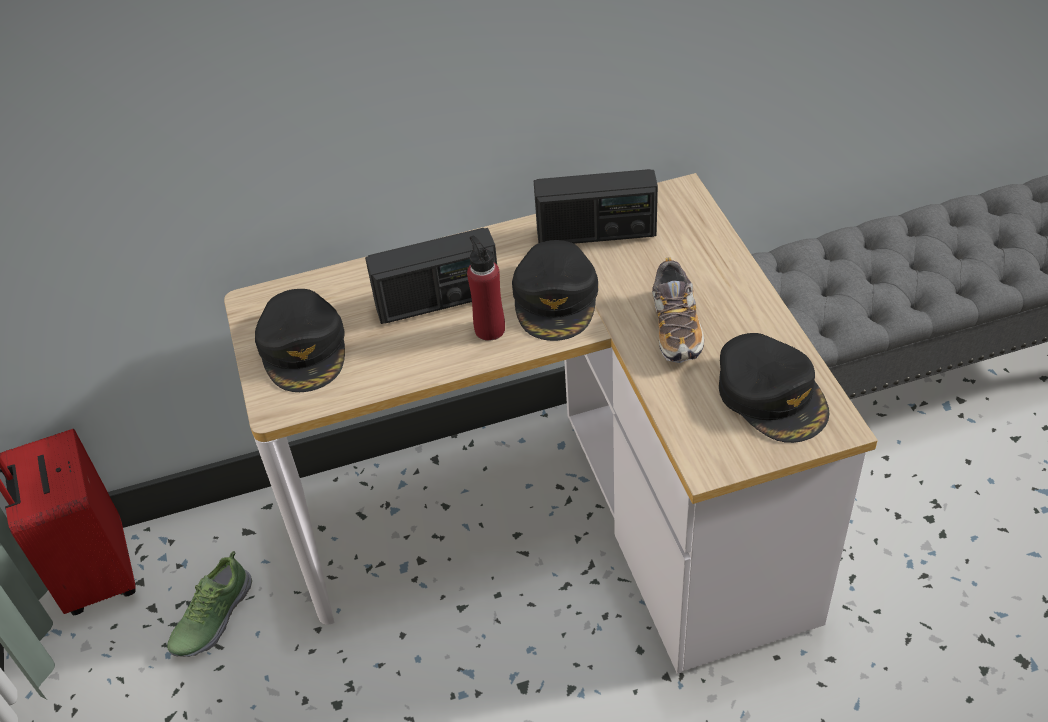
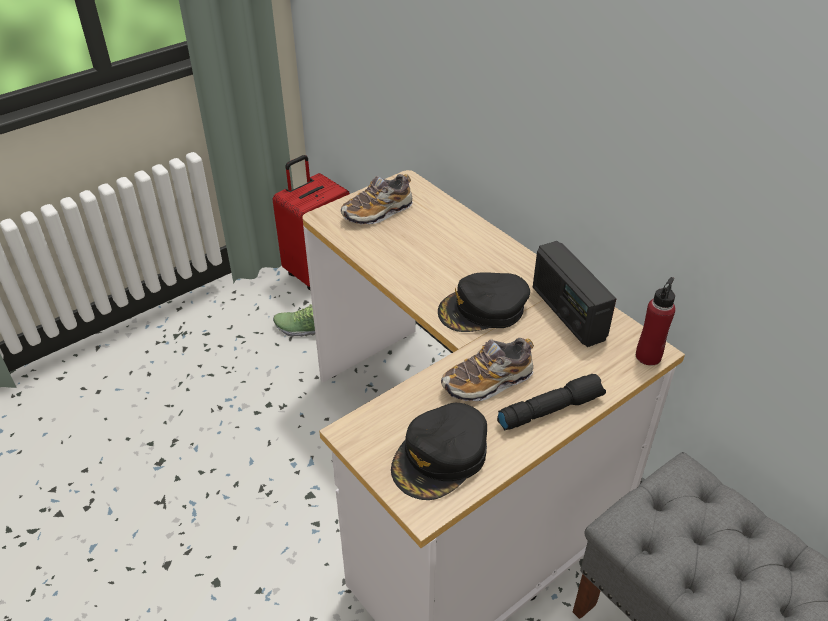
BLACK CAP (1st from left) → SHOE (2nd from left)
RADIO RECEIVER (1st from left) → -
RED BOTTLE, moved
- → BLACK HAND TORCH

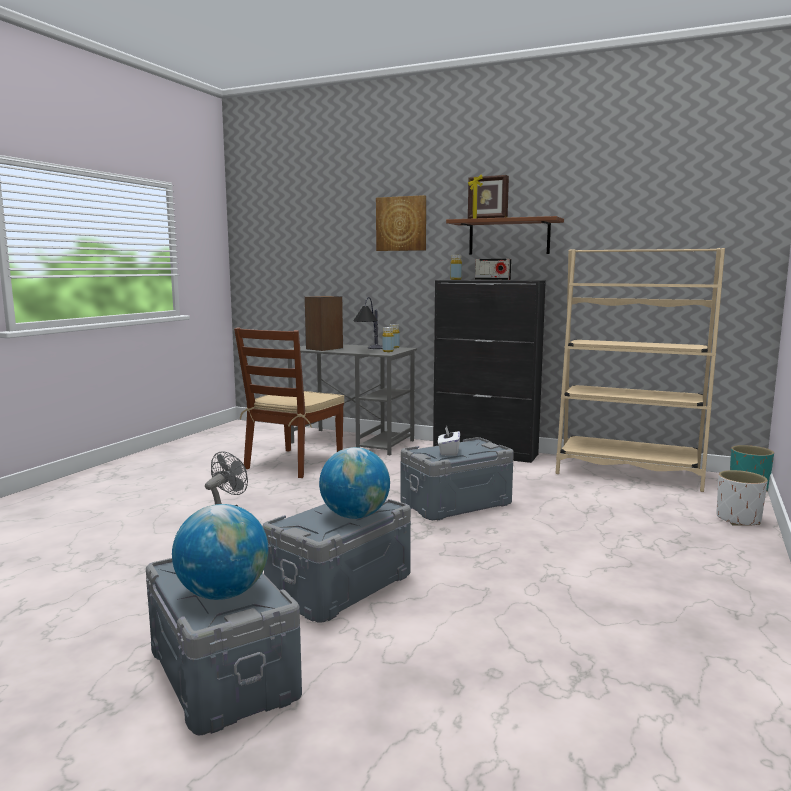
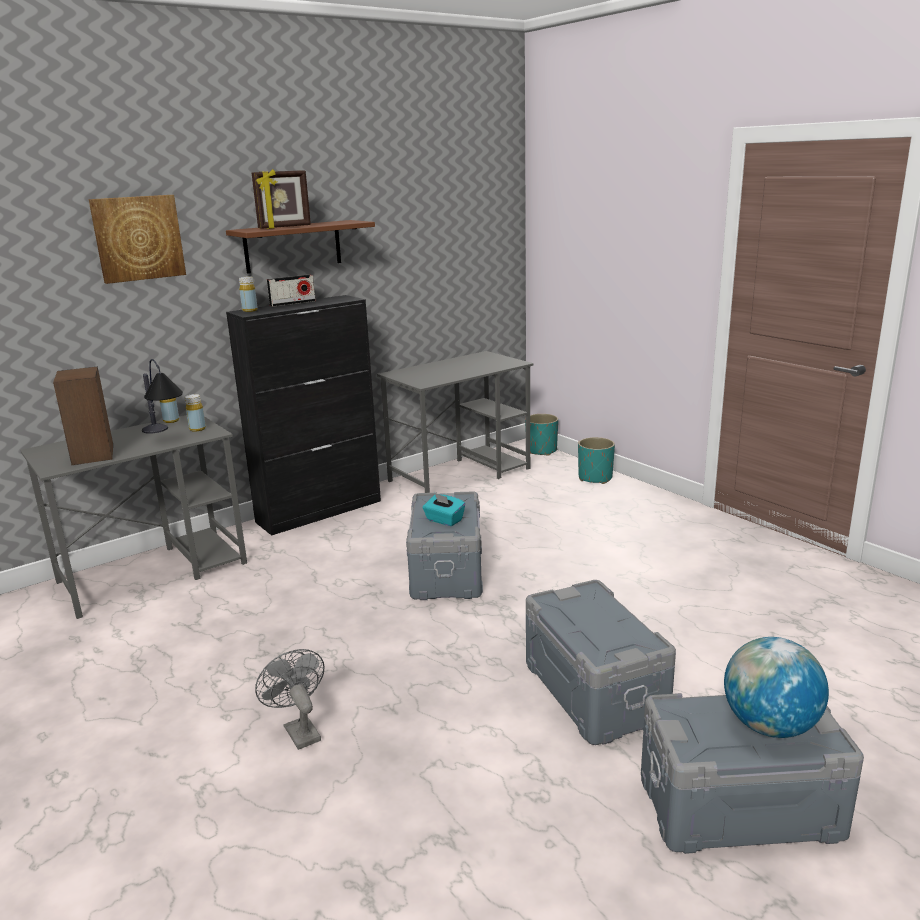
BROWN PLAIN CHAIR → -
WORLD GLOBE (2nd from left) → -
WHITE-COLOURED TISSUE HOLDER → BLUE-GREEN TISSUE HOLDER
BEIGE SHELVING UNIT → GREY DESK UNIT (2nd from left)
WHITE-COLOURED PLANTER → BLUE-GREEN PLANTER (2nd from left)

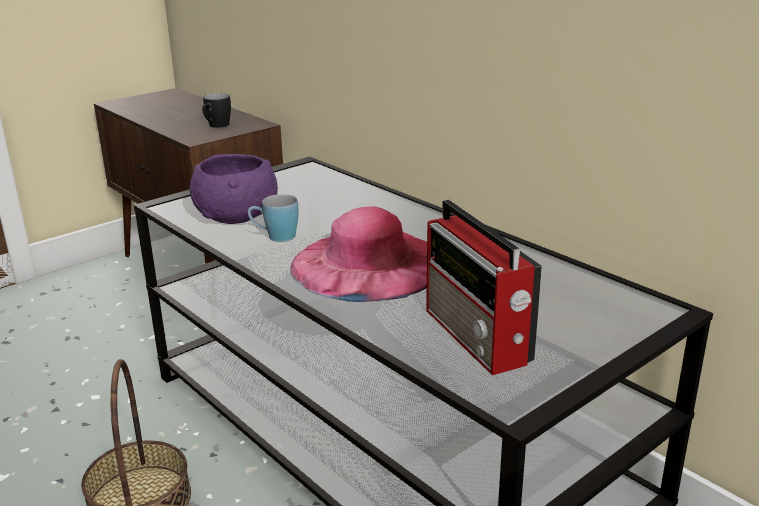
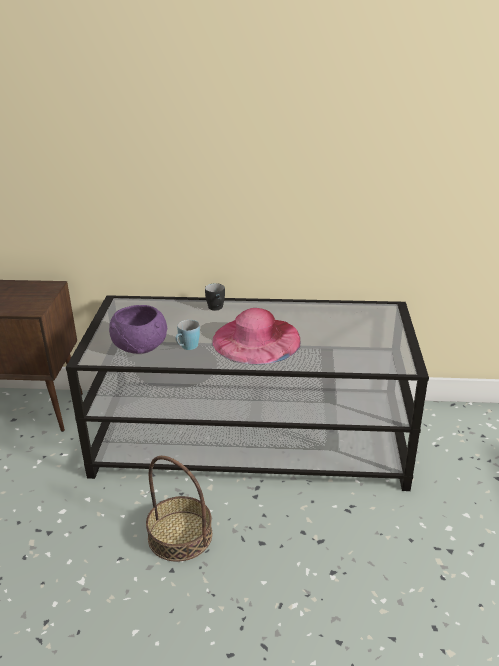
BLACK TEA MUG, moved
RADIO RECEIVER → -

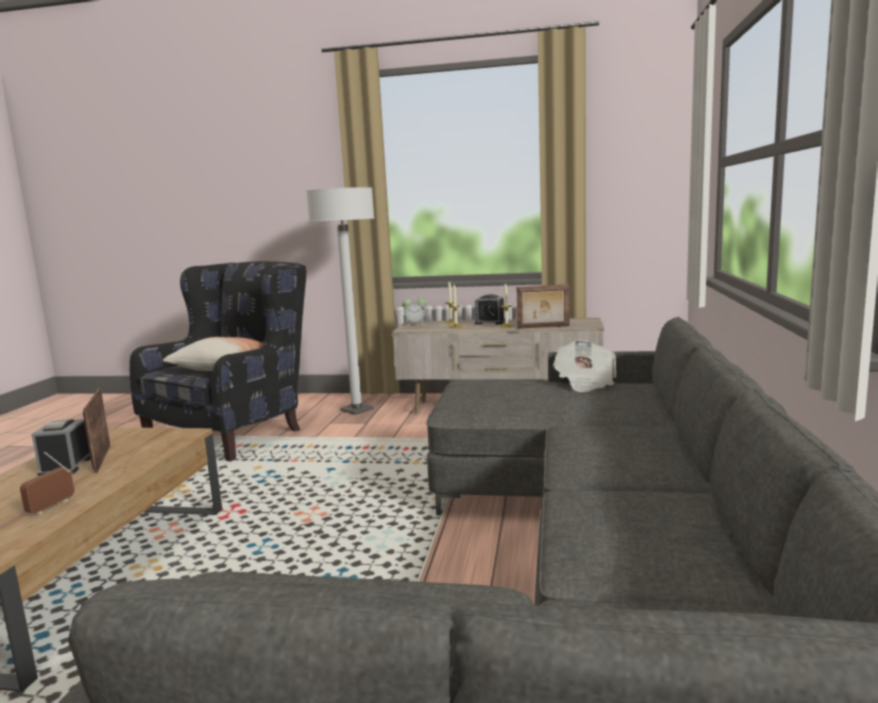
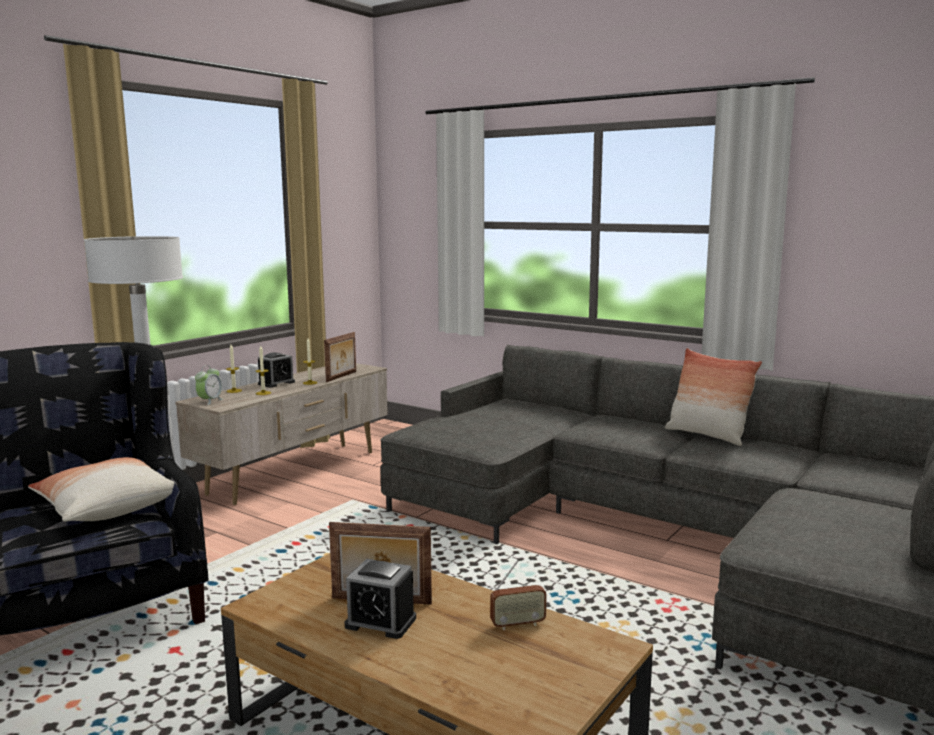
RADIO RECEIVER, 60 degrees counterclockwise
DAILY PAPER → -
- → PILLOW (2nd from left)

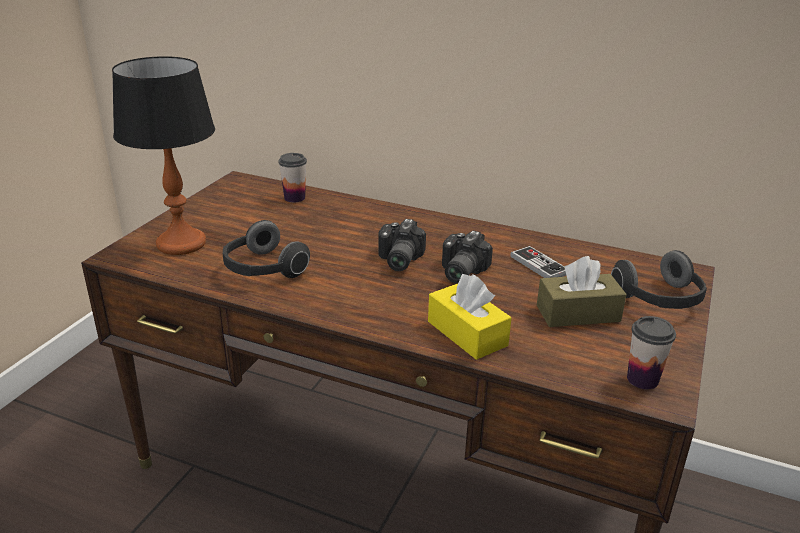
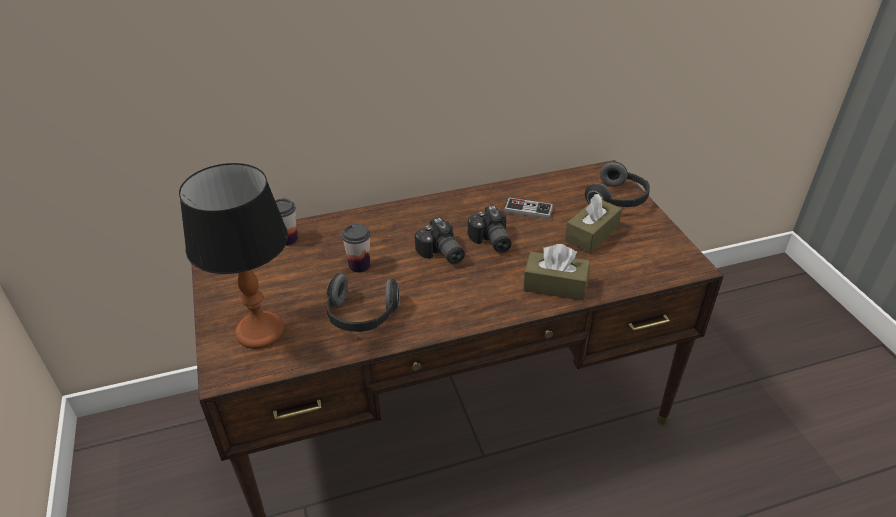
YELLOW-COLOURED TISSUE HOLDER → BROWN TISSUE HOLDER (1st from left)
SMALL CUP (2nd from left), moved

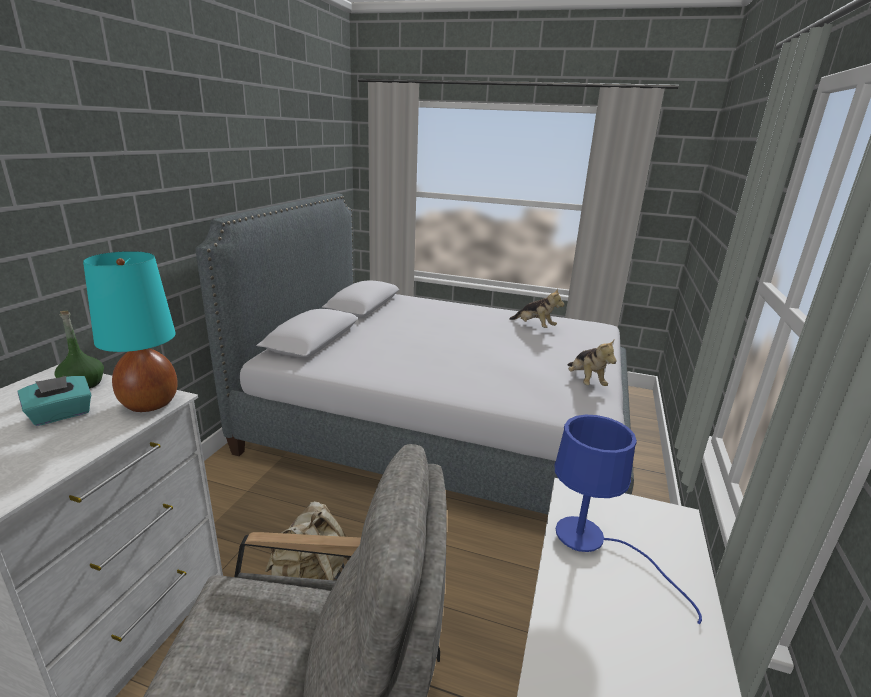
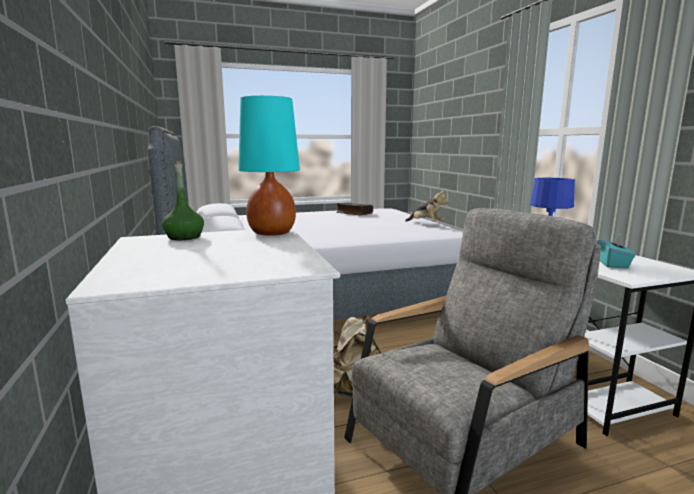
BLUE-GREEN TISSUE HOLDER, moved
CUDDLY TOY (1st from left) → BOOK

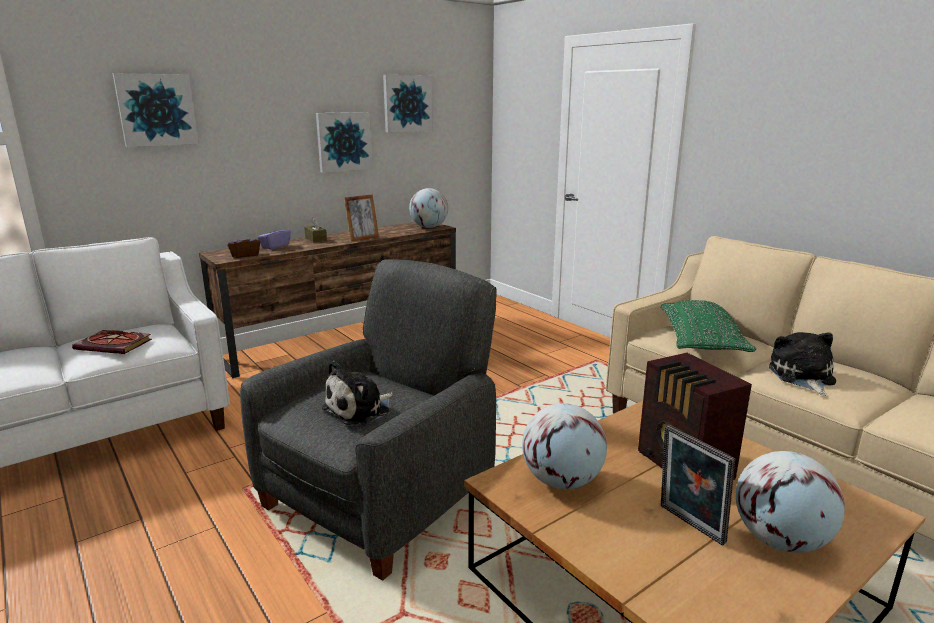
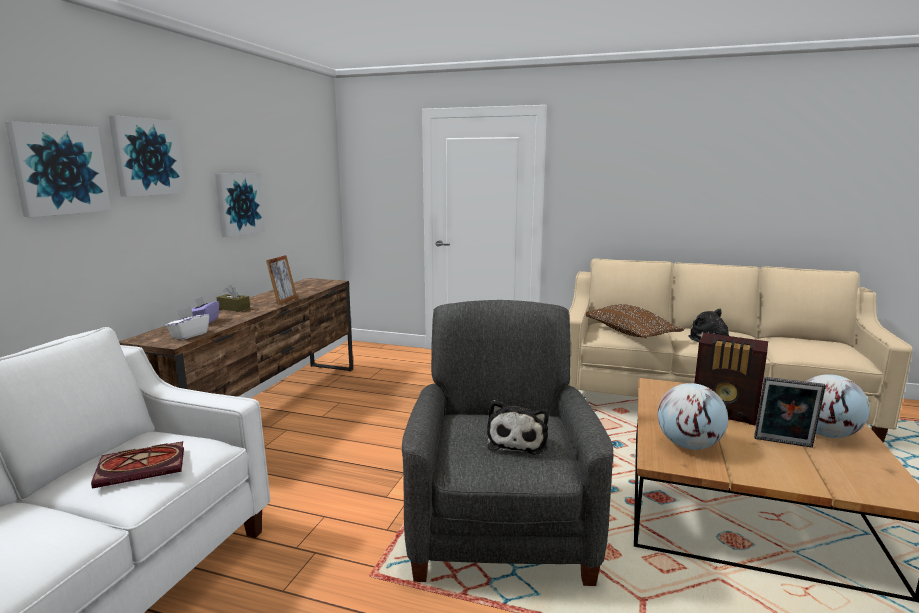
BROWN TISSUE HOLDER (1st from left) → WHITE-COLOURED TISSUE HOLDER
PICTURE (3rd from left in the first image) → PICTURE (2nd from left), moved
WORLD GLOBE (1st from left) → -
GREENISH PILLOW → BROWN PILLOW

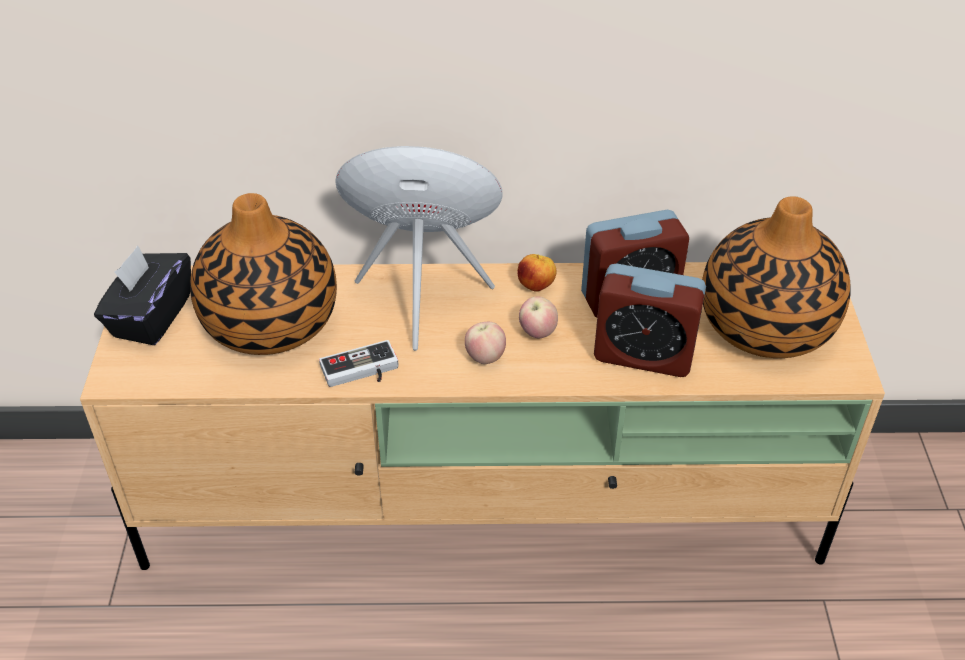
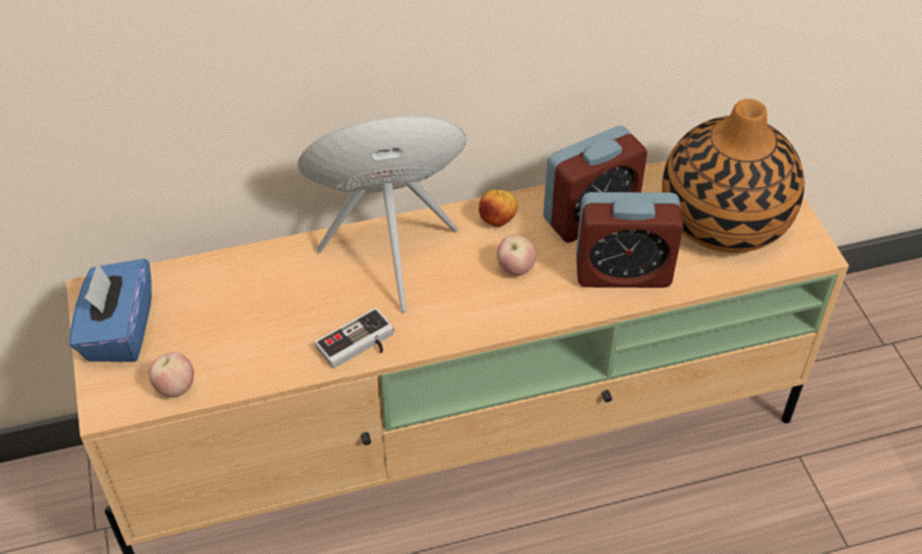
BLACK TISSUE HOLDER → BLUE TISSUE HOLDER
FLOWER VASE (1st from left) → -
APPLE (1st from left), moved

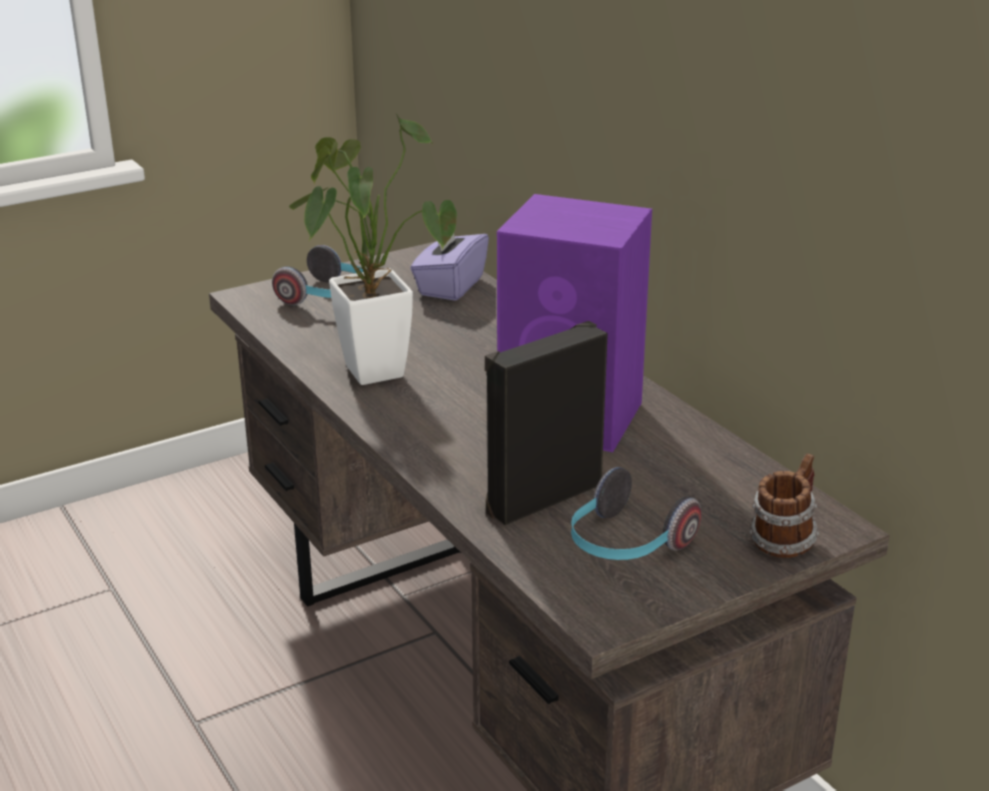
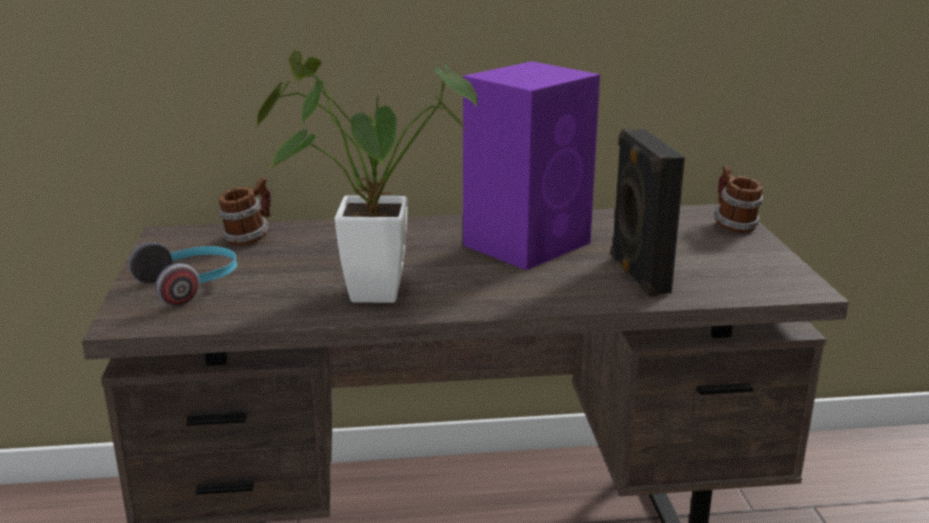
PURPLE TISSUE HOLDER → TEA MUG (1st from left)
HEADSET (2nd from left) → -

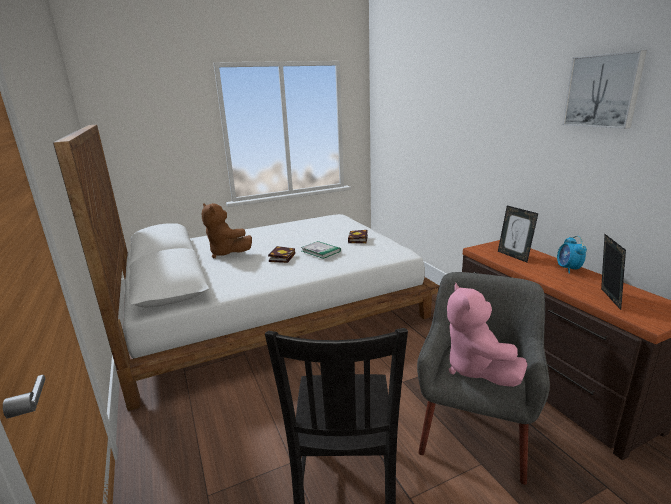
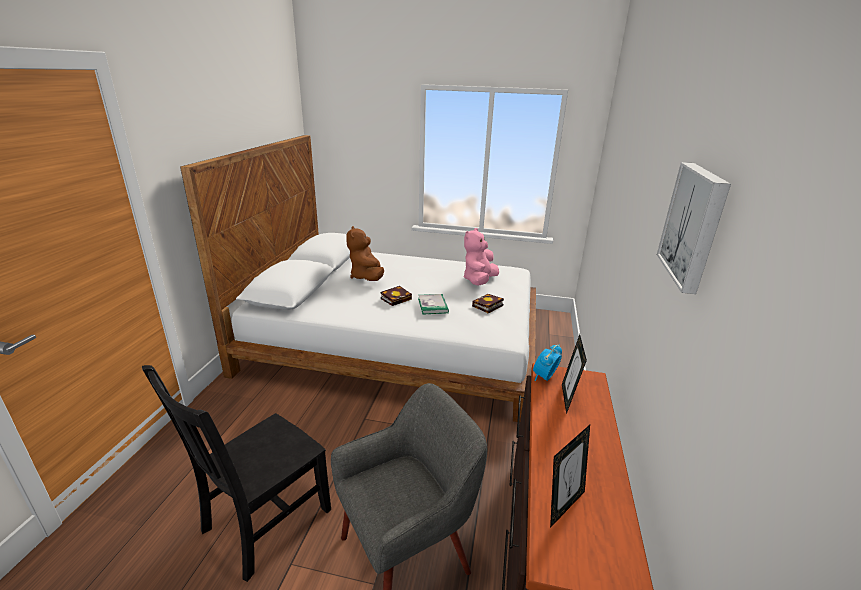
PINK-COLOURED CUDDLY TOY, moved
ALARM CLOCK, moved

